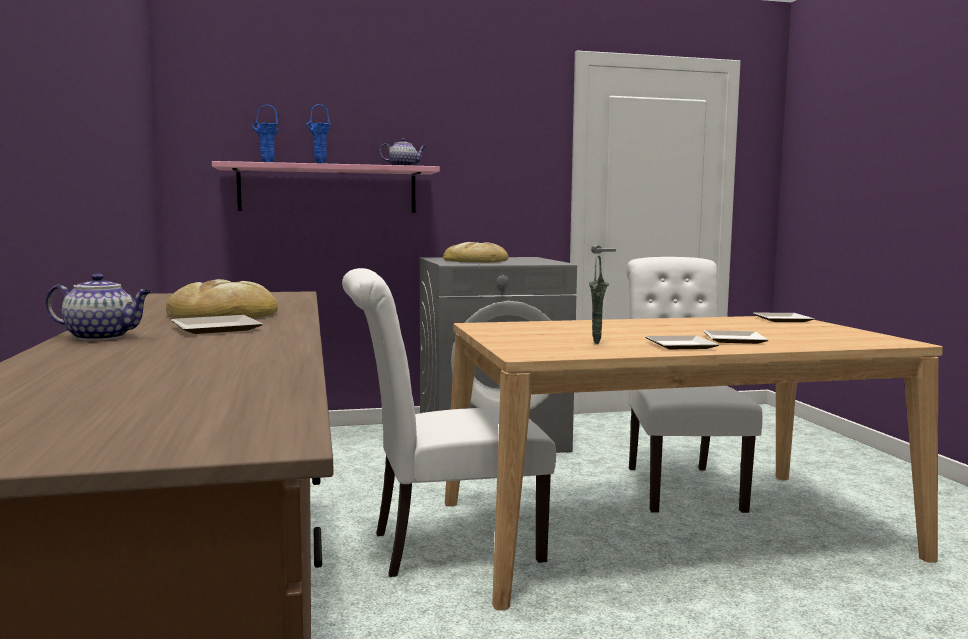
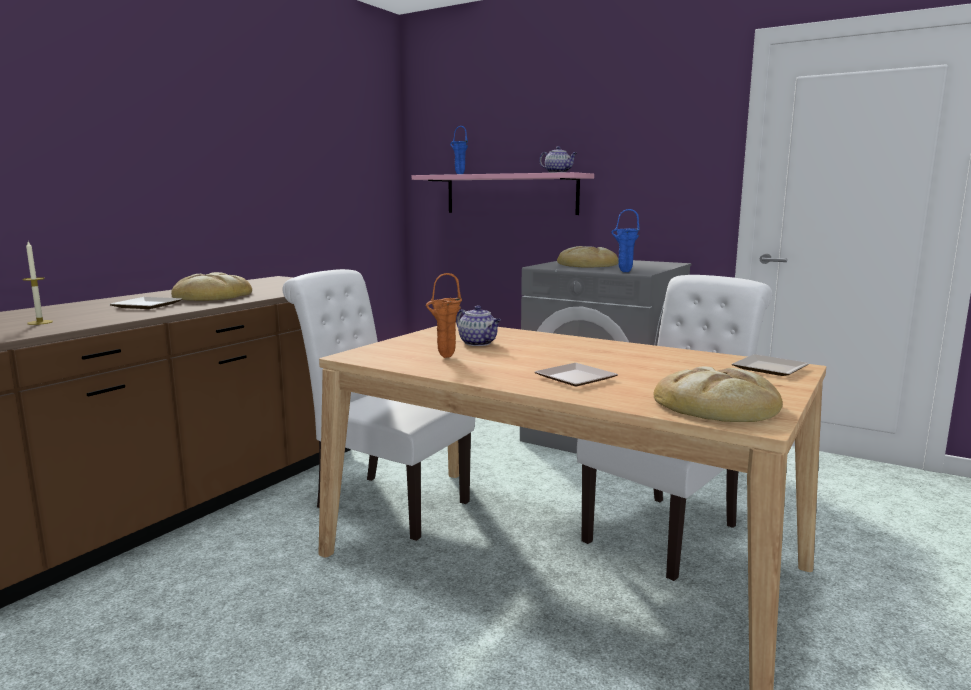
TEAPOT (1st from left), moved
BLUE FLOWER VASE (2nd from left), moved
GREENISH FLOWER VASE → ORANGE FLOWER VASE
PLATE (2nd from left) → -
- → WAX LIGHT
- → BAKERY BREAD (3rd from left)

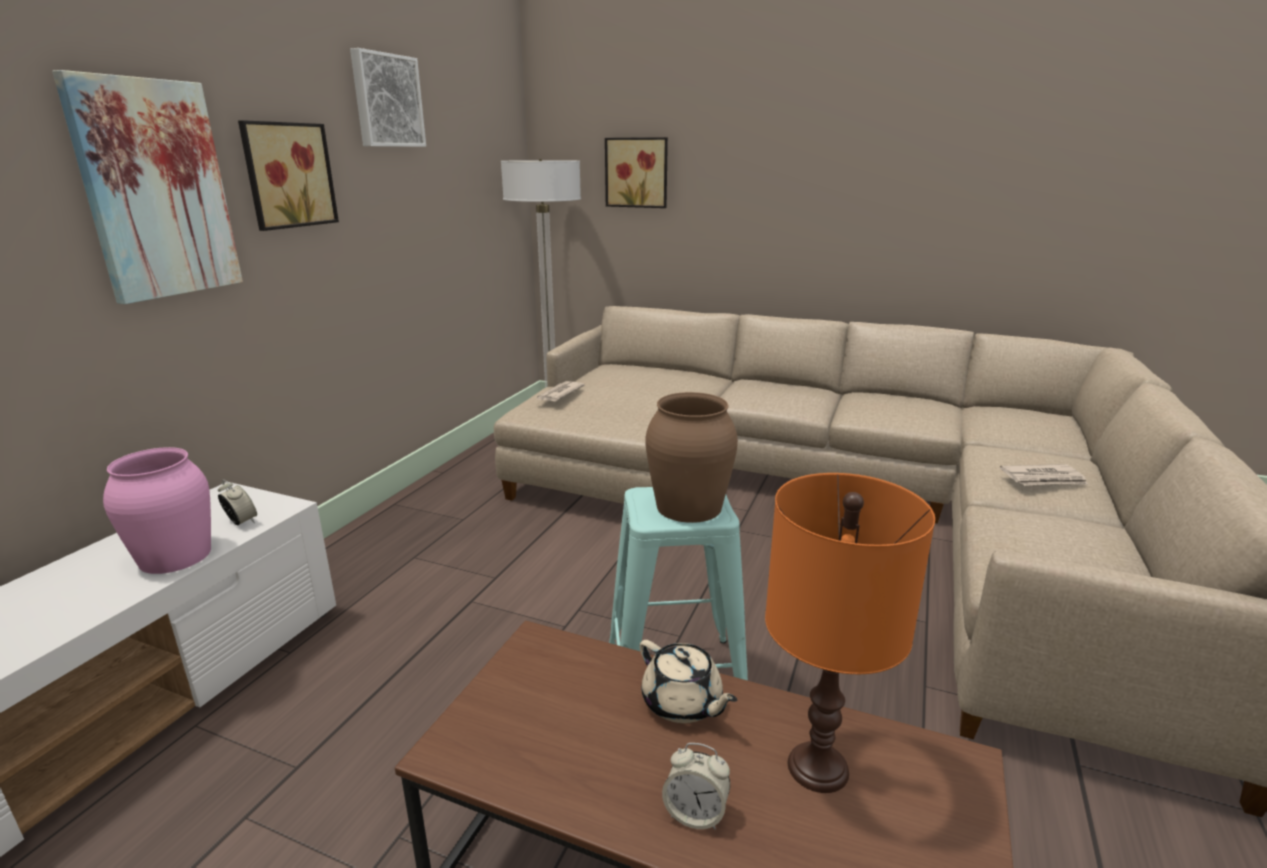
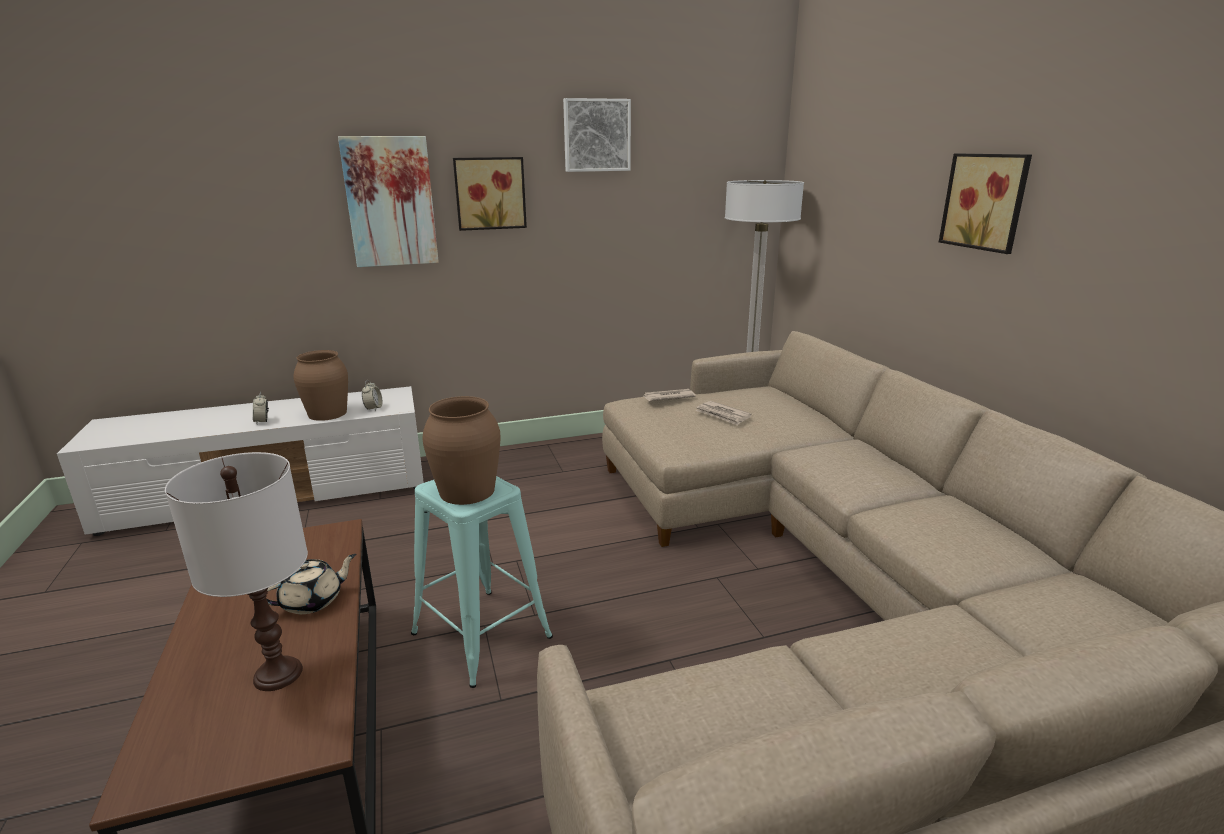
PINK-COLOURED FLOWER VASE → BROWN FLOWER VASE (1st from left)
PICTURE (4th from left), moved
BEIGE TEAPOT, 135 degrees counterclockwise
ALARM CLOCK (2nd from left in the first image) → ALARM CLOCK (1st from left), moved
ORANGE TABLE LAMP → WHITE-COLOURED TABLE LAMP
DAILY PAPER (2nd from left), moved

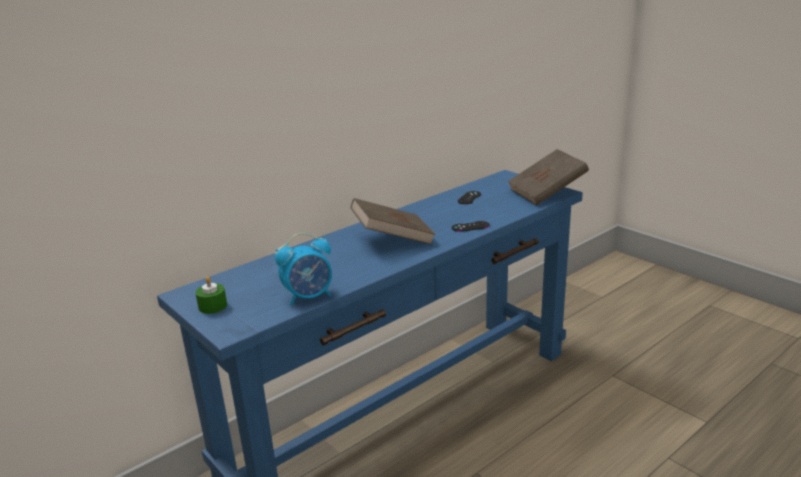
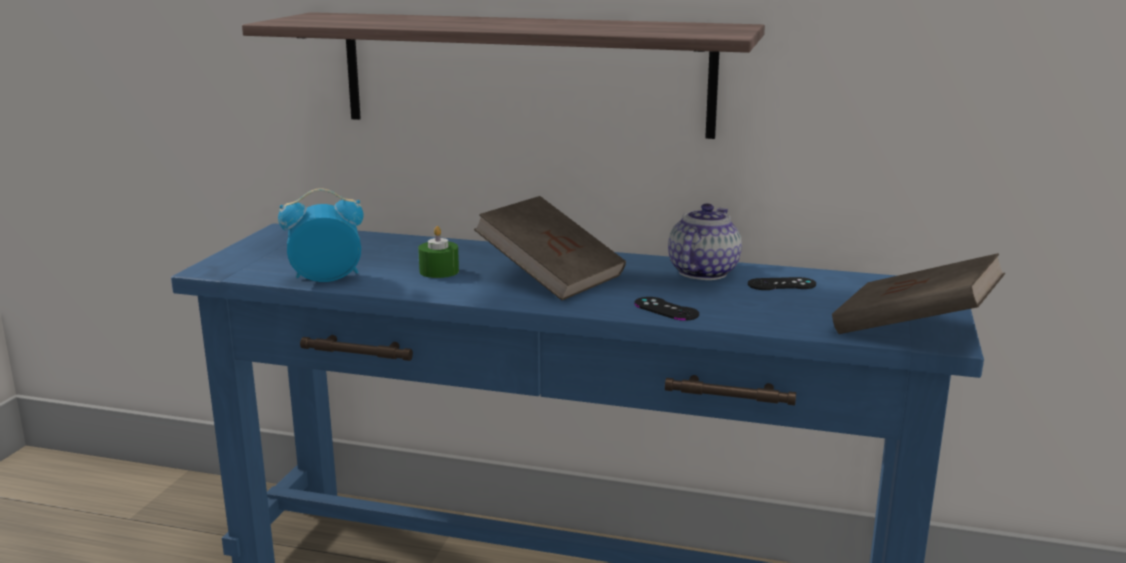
GREENISH WAX LIGHT, moved
ALARM CLOCK, 135 degrees clockwise
- → SHELF
- → TEAPOT

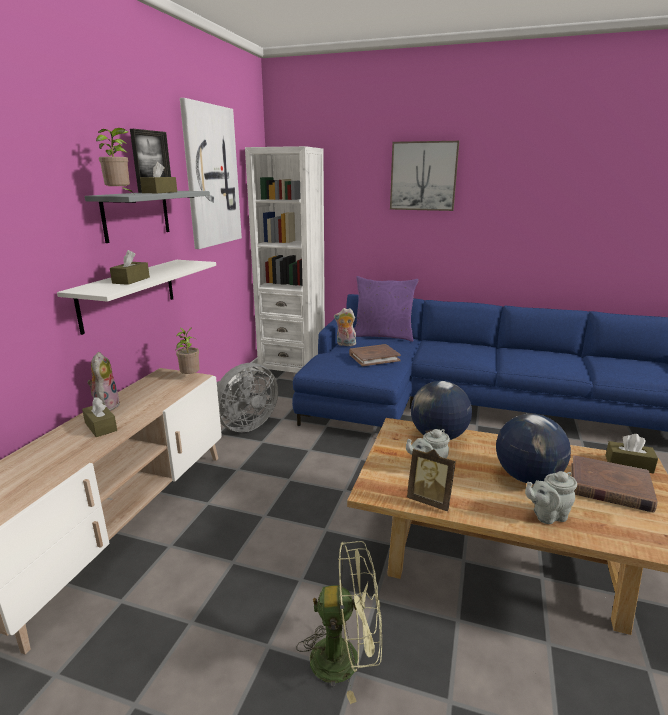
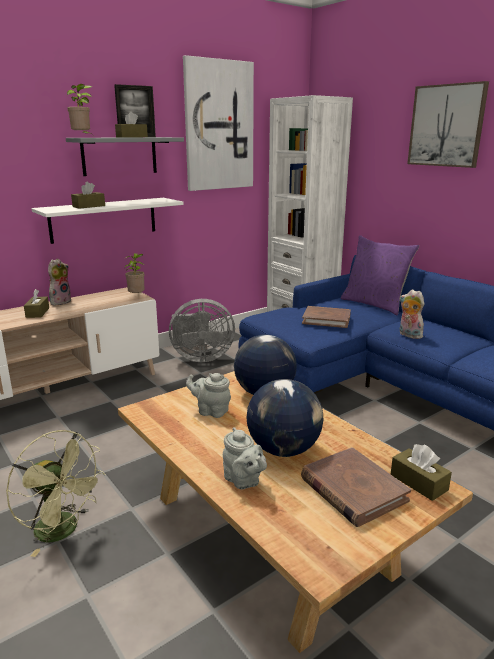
CUDDLY TOY (2nd from left), moved
PICTURE FRAME (2nd from left) → -
GREY TEAPOT (2nd from left), 150 degrees counterclockwise

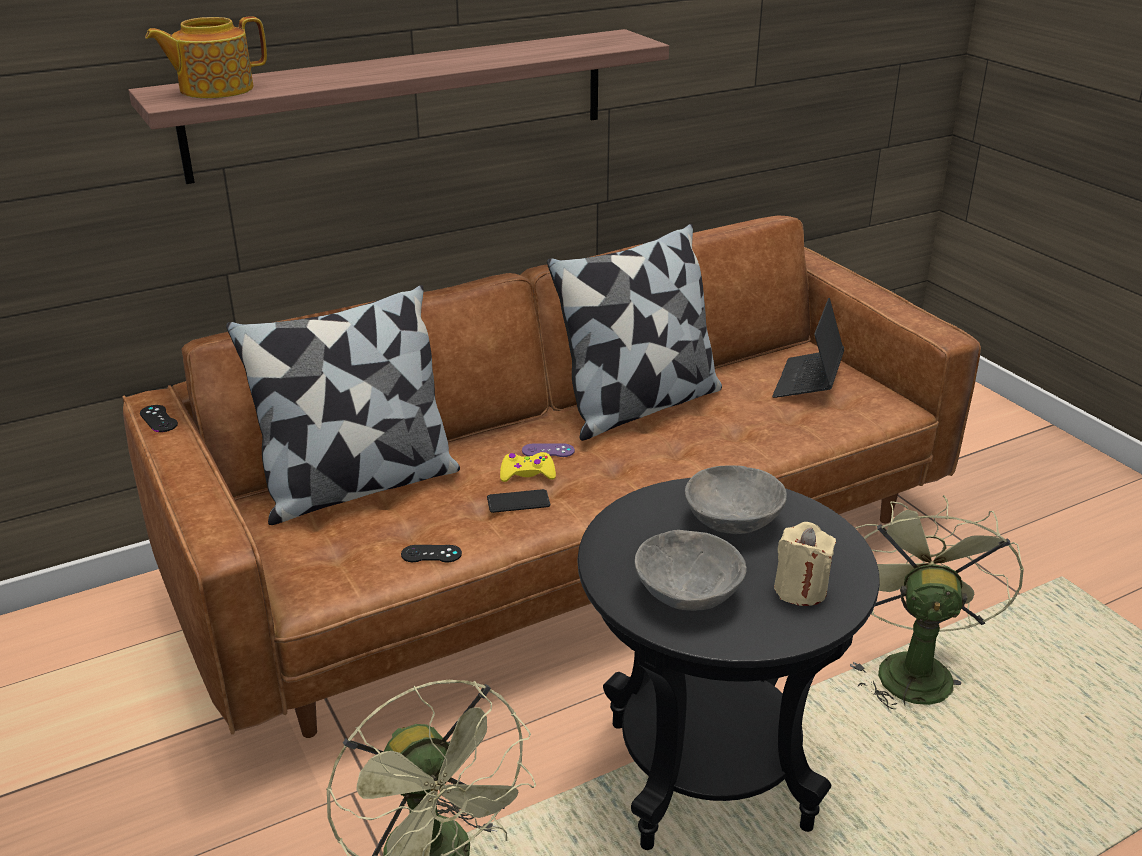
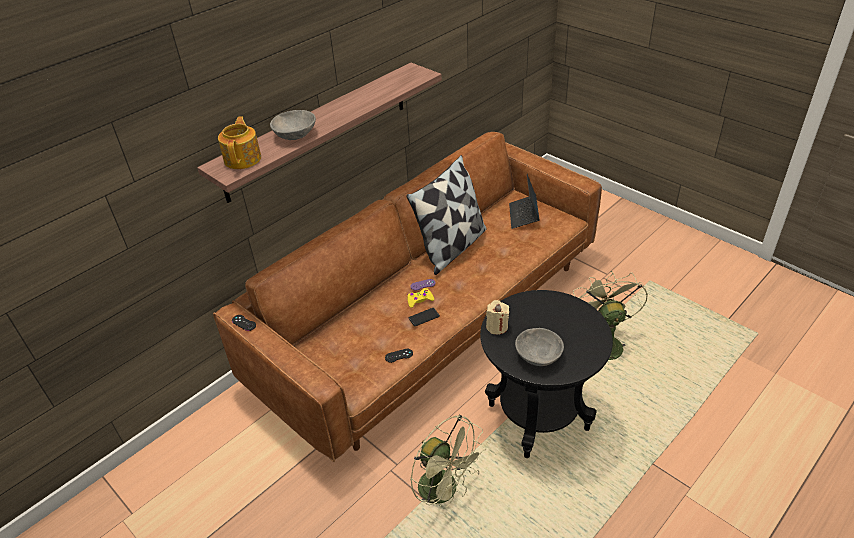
TEAPOT, 135 degrees clockwise
PILLOW (1st from left) → -
GREY BOWL (2nd from left in the first image) → GREY BOWL (1st from left), moved
BEIGE WAX LIGHT, moved

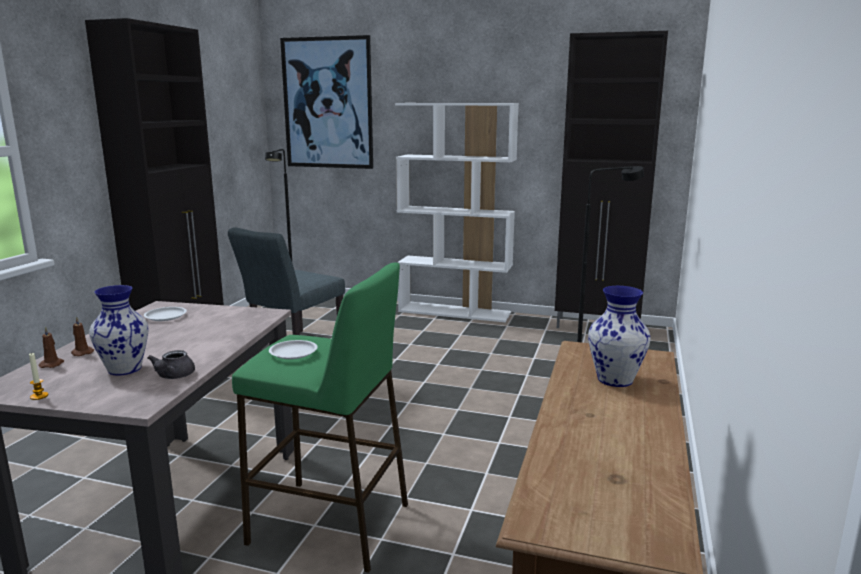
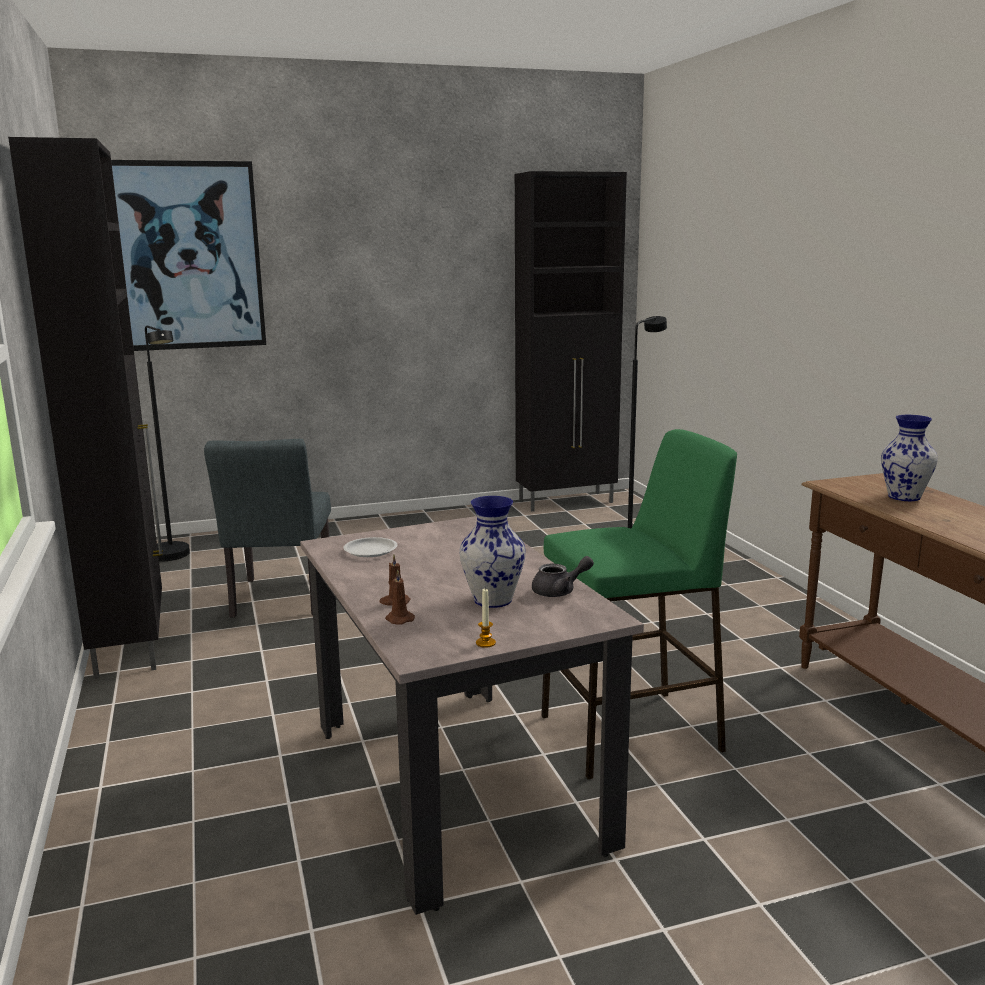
GREY TEAPOT, 75 degrees counterclockwise
WHITE-COLOURED PLATE (2nd from left) → -
WHITE-COLOURED SHELVING UNIT → -

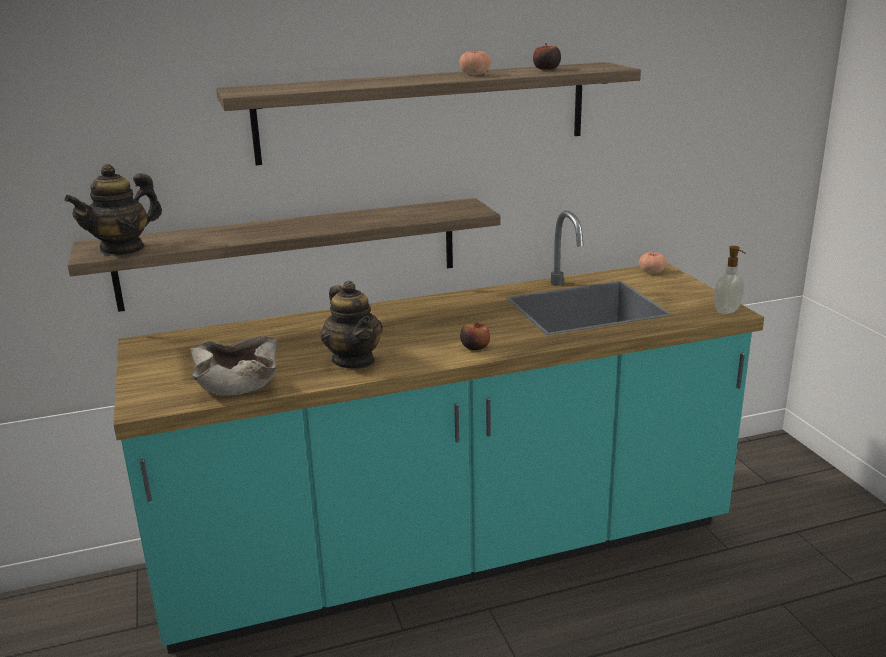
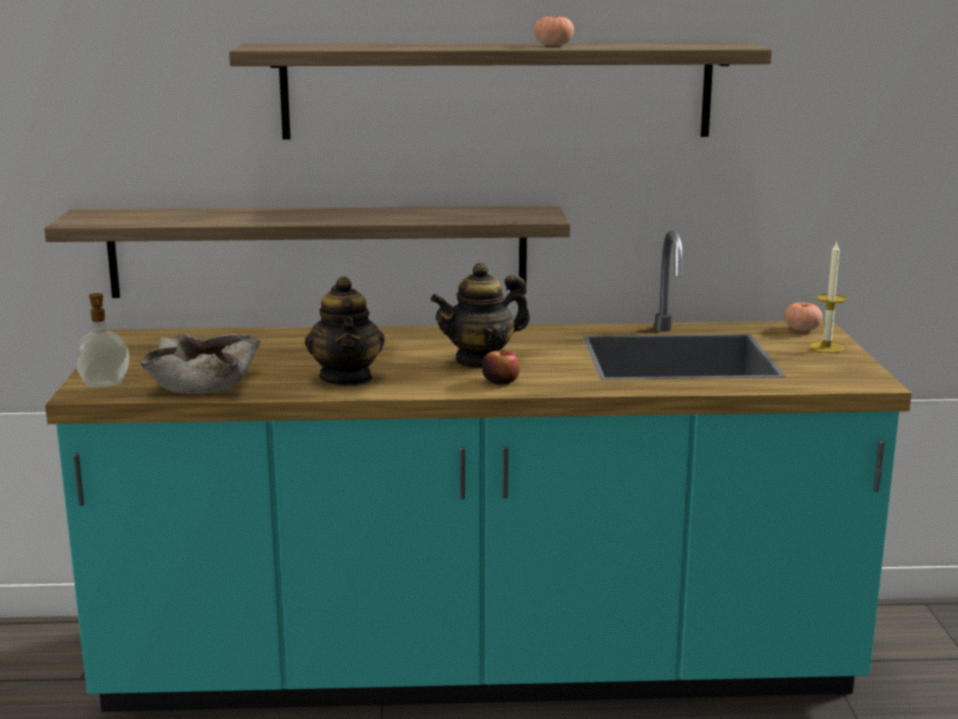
TEAPOT (1st from left in the first image) → TEAPOT (2nd from left), moved
APPLE (2nd from left) → -
SOAP BOTTLE, moved
- → WAX LIGHT

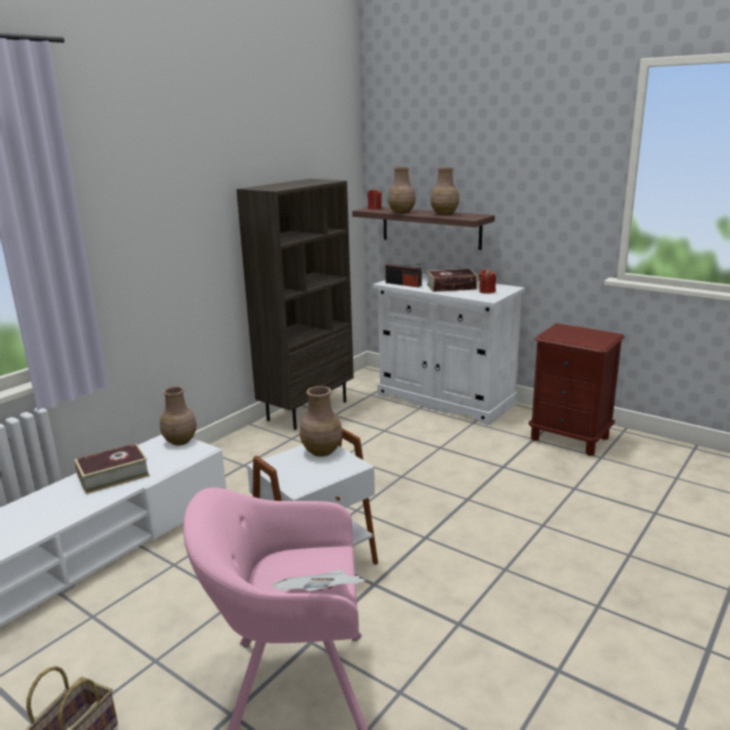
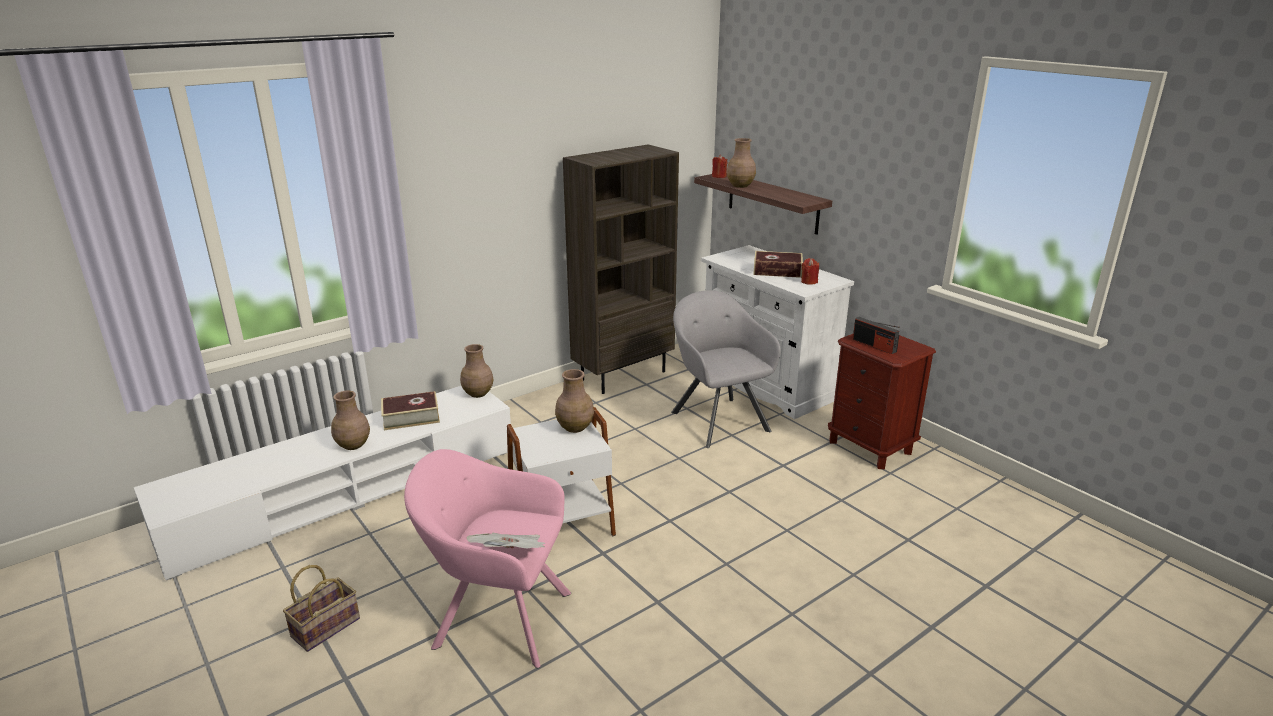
RADIO RECEIVER, moved
BROWN FLOWER VASE (4th from left in the first image) → BROWN FLOWER VASE (1st from left), moved
- → GREY ARMCHAIR

